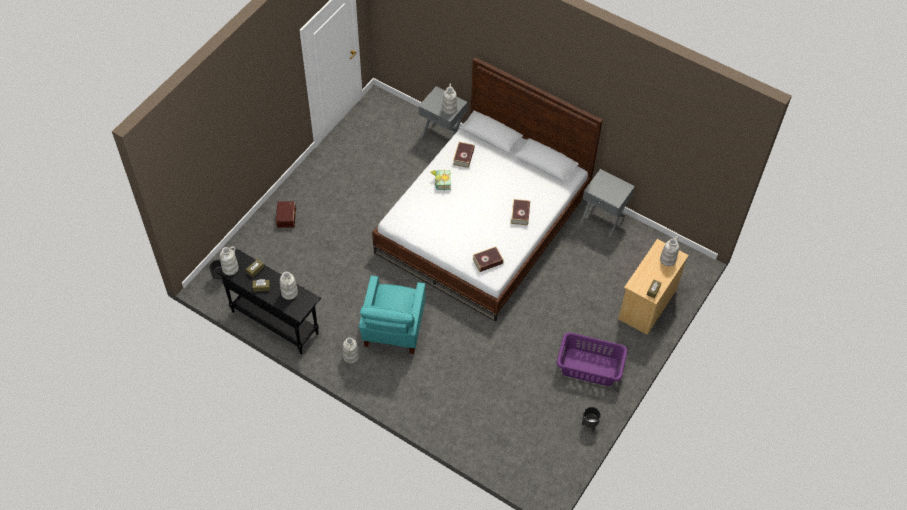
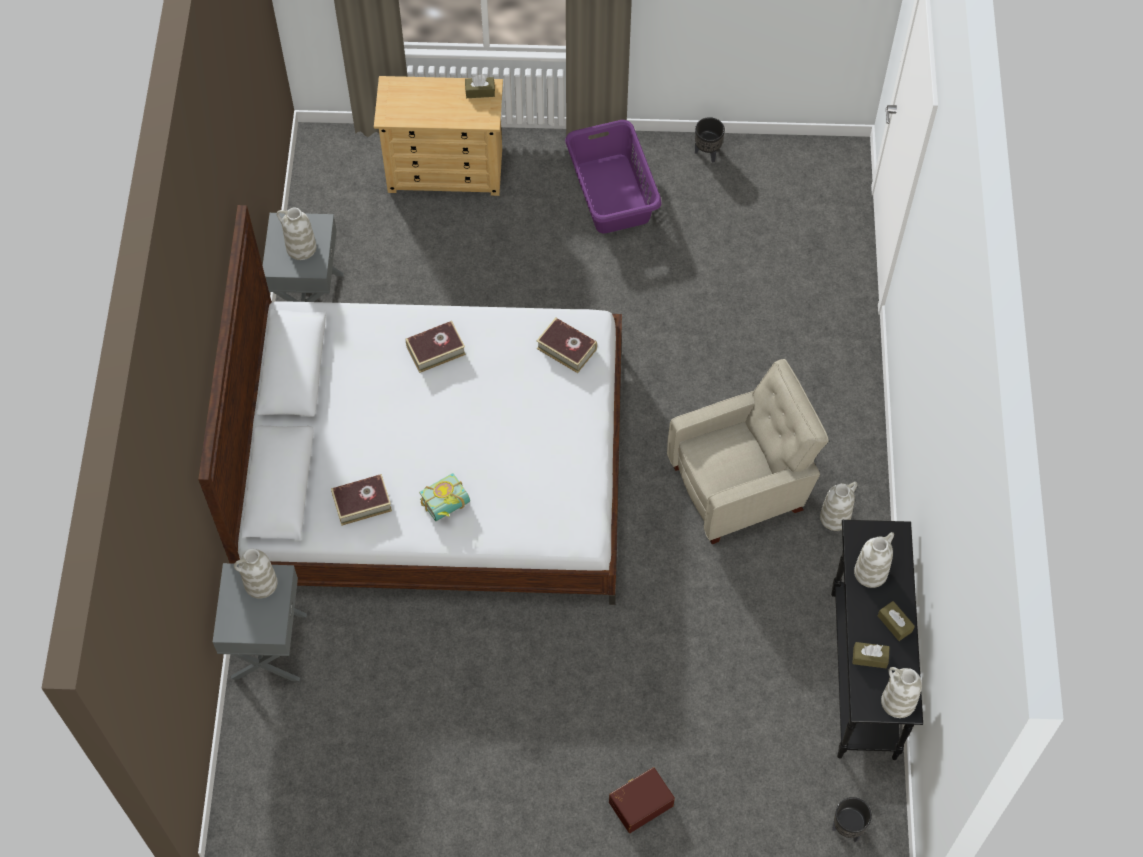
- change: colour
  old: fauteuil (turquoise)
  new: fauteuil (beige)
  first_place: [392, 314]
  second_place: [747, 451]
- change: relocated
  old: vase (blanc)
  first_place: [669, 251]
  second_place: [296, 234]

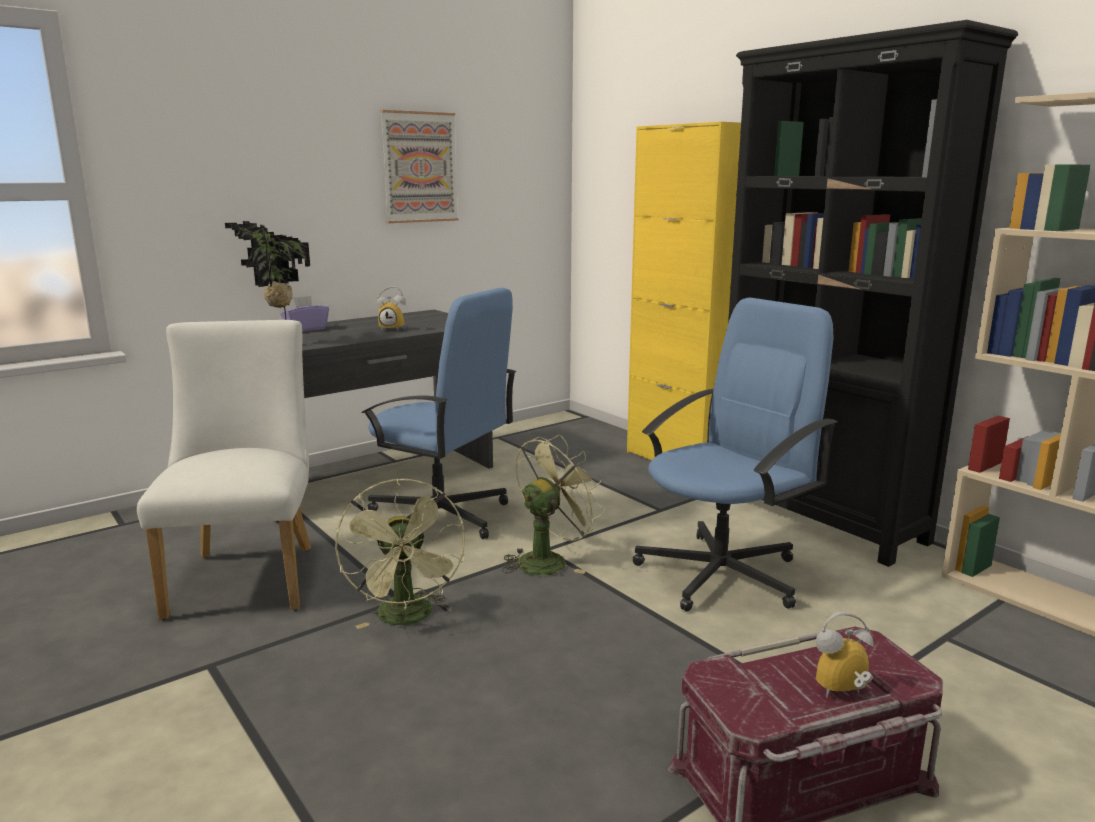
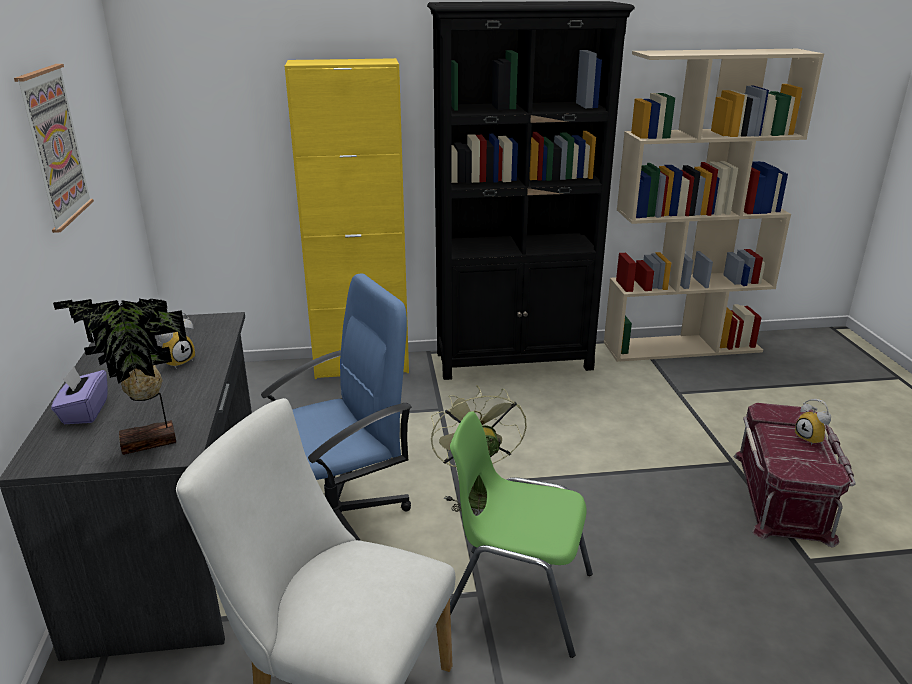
- change: exchanged
  old: ventilateur (vert)
  new: chaise (vert)
  first_place: [400, 553]
  second_place: [521, 534]
- change: missing
  old: chaise de bureau (bleu)
  first_place: [735, 455]
- change: spun
  old: réveil
  first_place: [845, 654]
  second_place: [813, 422]
  degrees: -45

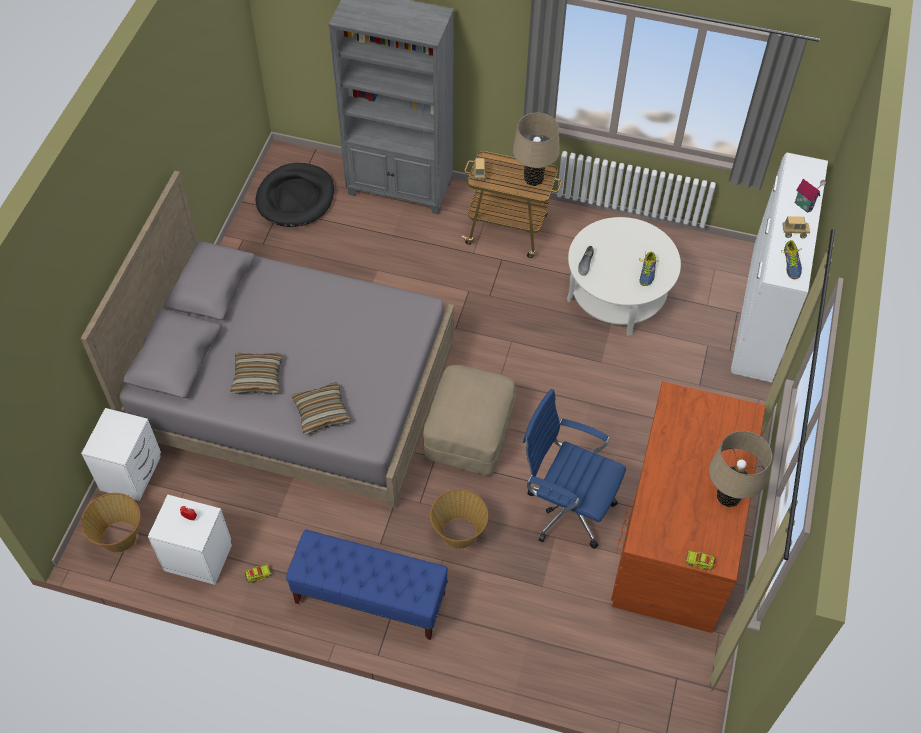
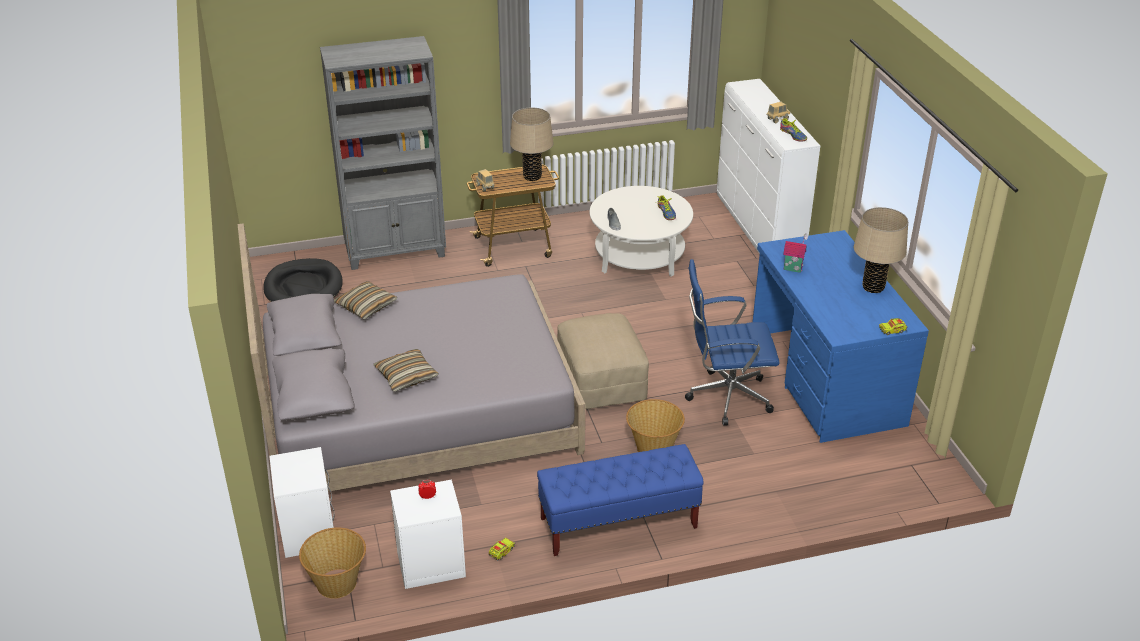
- change: relocated
  old: coussin
  first_place: [321, 409]
  second_place: [365, 300]
- change: colour
  old: bureau (marron)
  new: bureau (bleu)
  first_place: [688, 507]
  second_place: [841, 336]
- change: relocated
  old: maison miniature
  first_place: [810, 196]
  second_place: [796, 253]

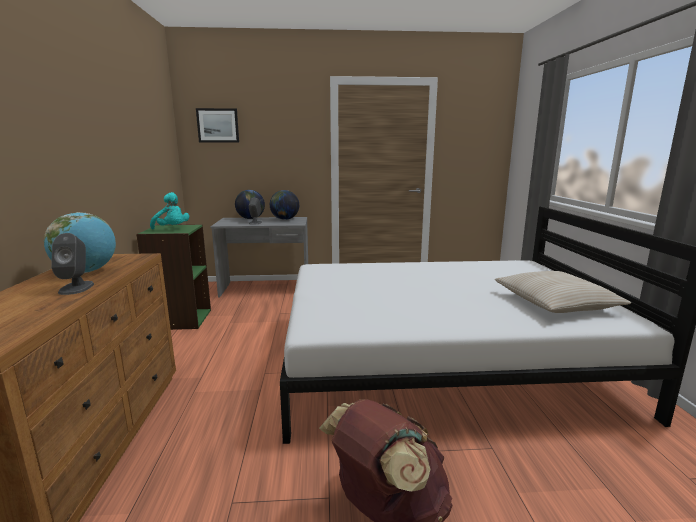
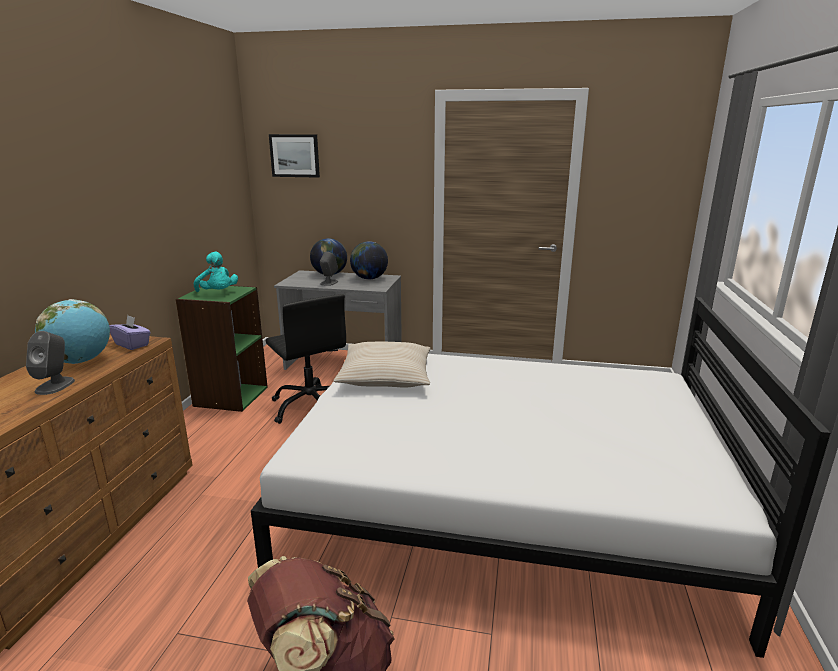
- change: relocated
  old: coussin (beige)
  first_place: [563, 292]
  second_place: [382, 364]
- change: appeared
  new: boîte à mouchoirs (violet)
  second_place: [130, 332]
- change: appeared
  new: chaise de bureau (noir)
  second_place: [306, 359]

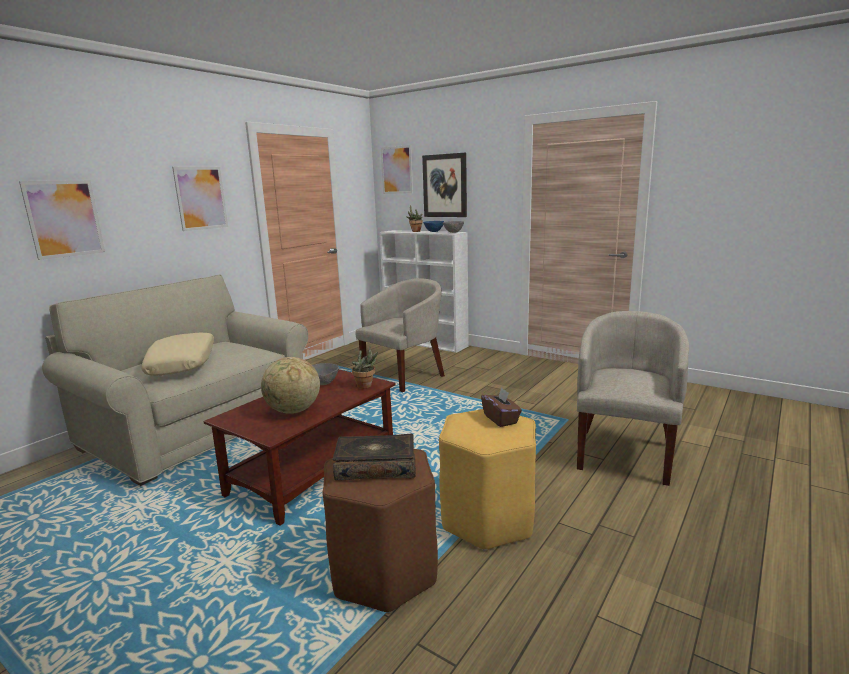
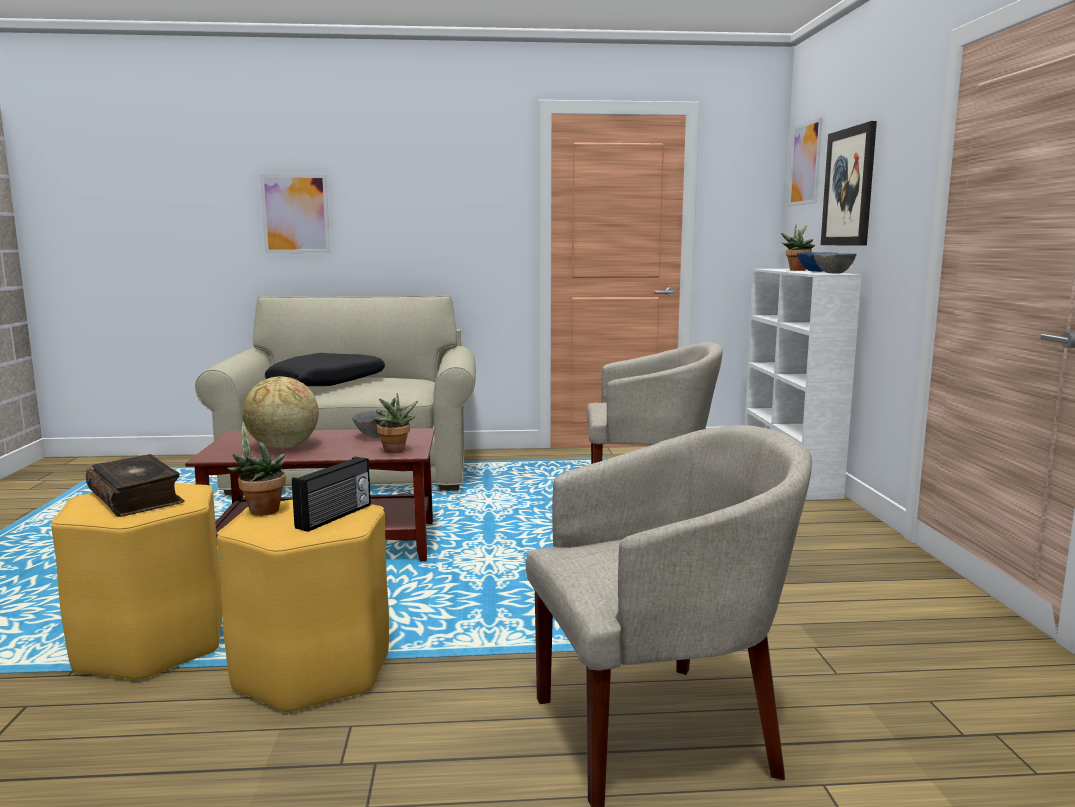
- change: colour
  old: coussin (beige)
  new: coussin (noir)
  first_place: [178, 354]
  second_place: [325, 369]
- change: missing
  old: tableau
  first_place: [200, 199]
- change: colour
  old: tabouret (marron)
  new: tabouret (jaune)
  first_place: [380, 531]
  second_place: [136, 582]
- change: exchanged
  old: boîte à mouchoirs (marron)
  new: radio
  first_place: [501, 407]
  second_place: [331, 494]
- change: appeared
  new: plante en pot
  second_place: [256, 469]

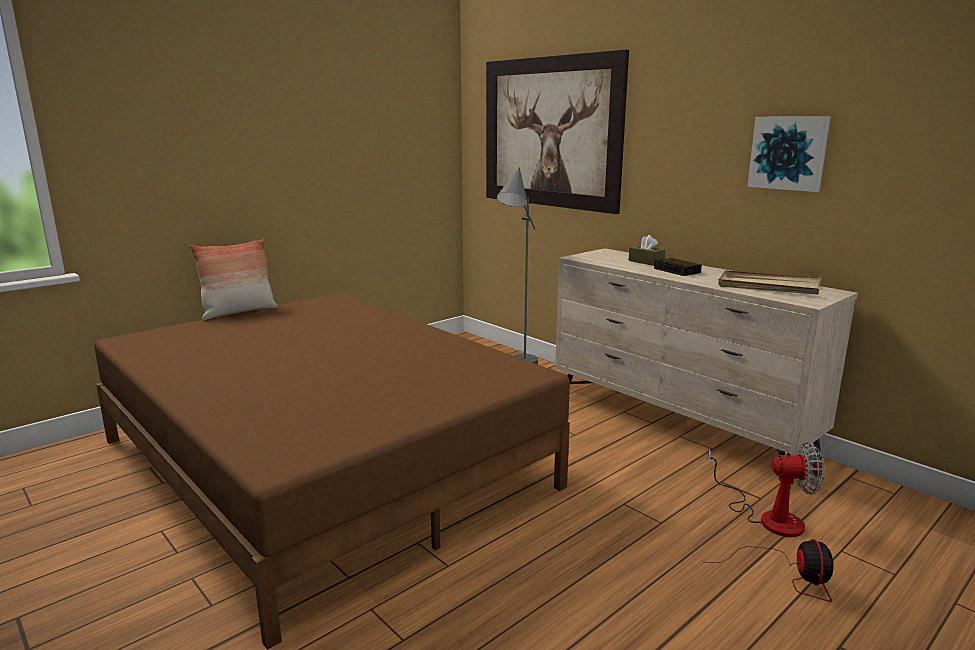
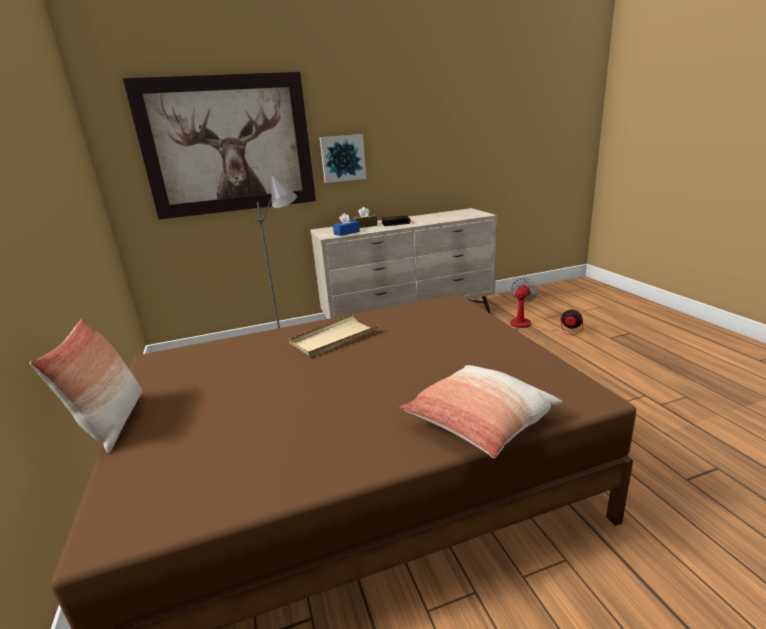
- change: relocated
  old: plateau (beige)
  first_place: [769, 282]
  second_place: [334, 335]
- change: relocated
  old: tableau
  first_place: [789, 154]
  second_place: [342, 158]
- change: appeared
  new: boîte à mouchoirs (bleu)
  second_place: [346, 224]
- change: appeared
  new: coussin
  second_place: [481, 411]

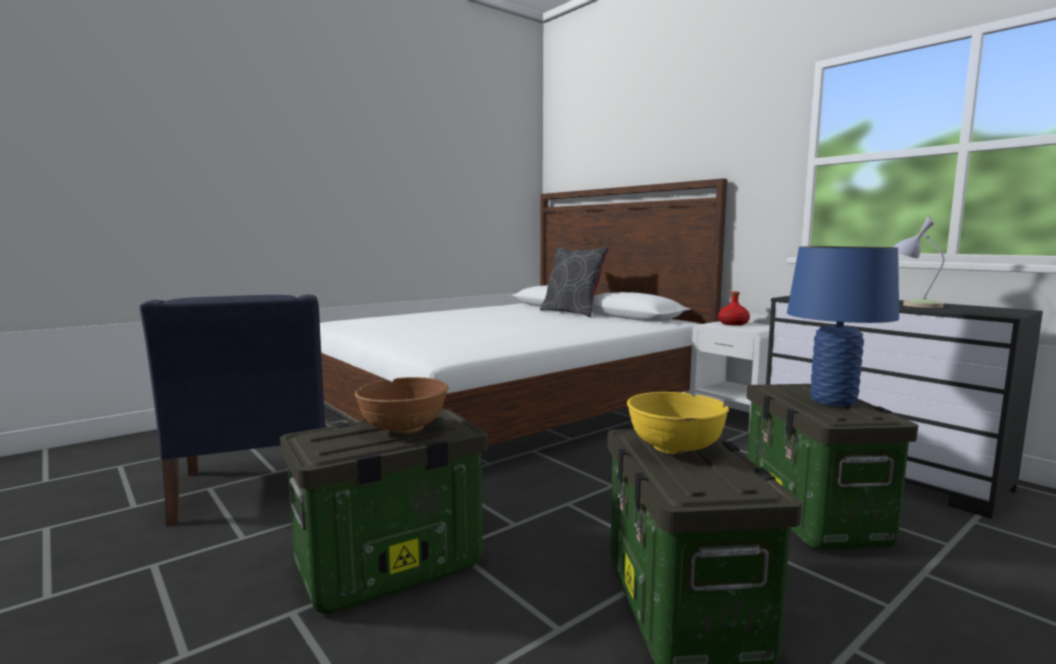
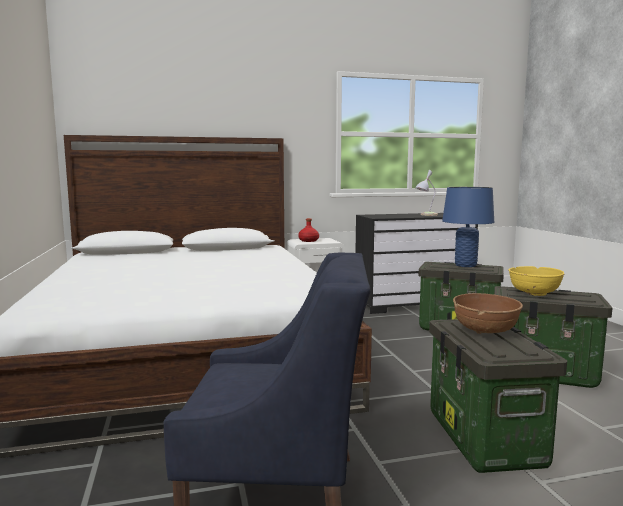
- change: missing
  old: coussin (gris)
  first_place: [574, 281]

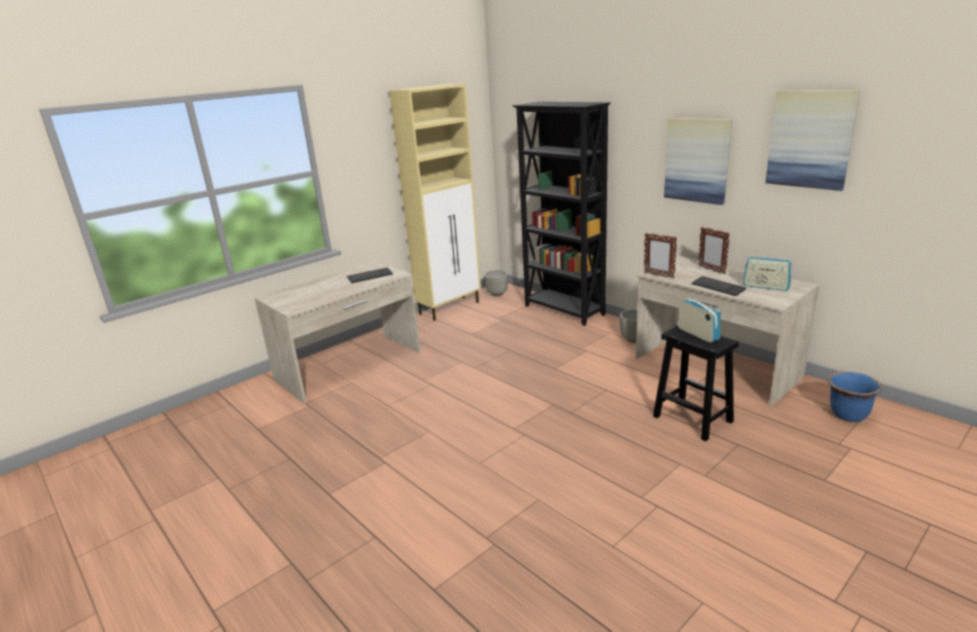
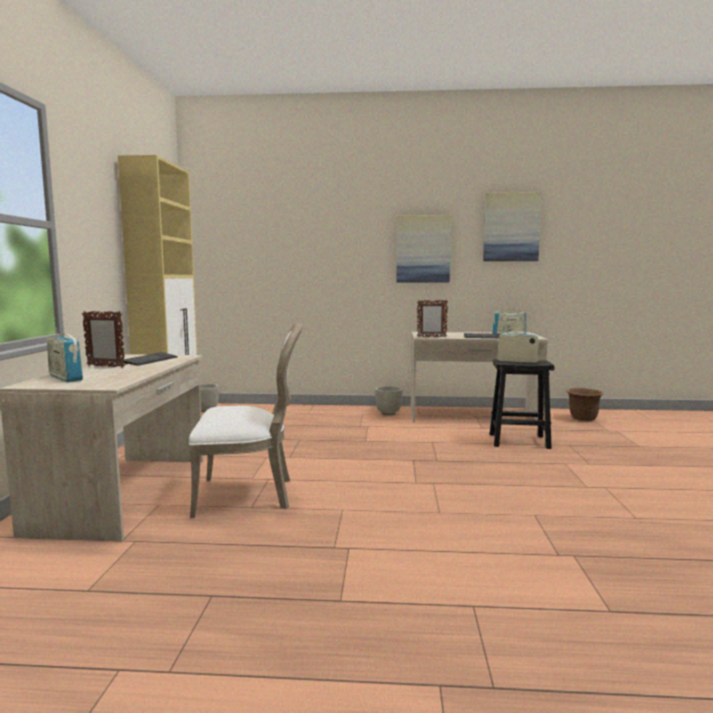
- change: missing
  old: bibliothèque (noir)
  first_place: [562, 214]
- change: relocated
  old: cadre photo
  first_place: [714, 250]
  second_place: [103, 339]
- change: colour
  old: cache-pot (bleu)
  new: cache-pot (marron)
  first_place: [855, 397]
  second_place: [585, 404]
- change: appeared
  new: radio
  second_place: [65, 355]
- change: appeared
  new: chaise (blanc)
  second_place: [246, 420]

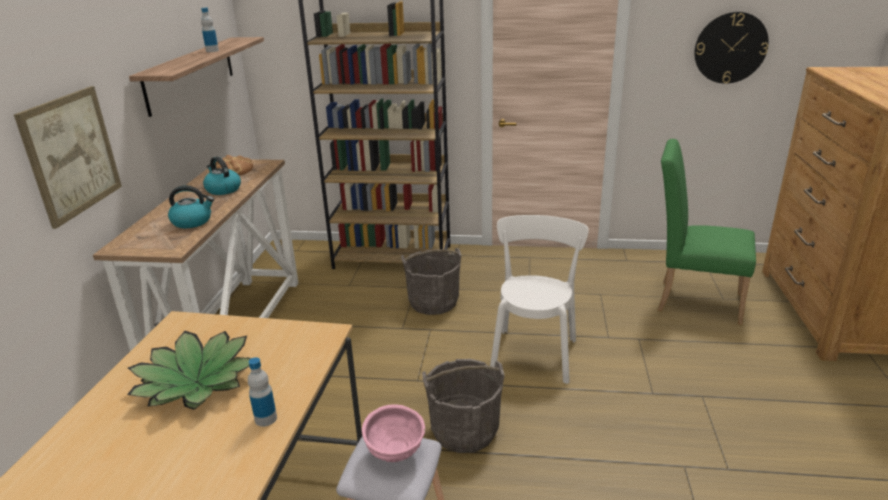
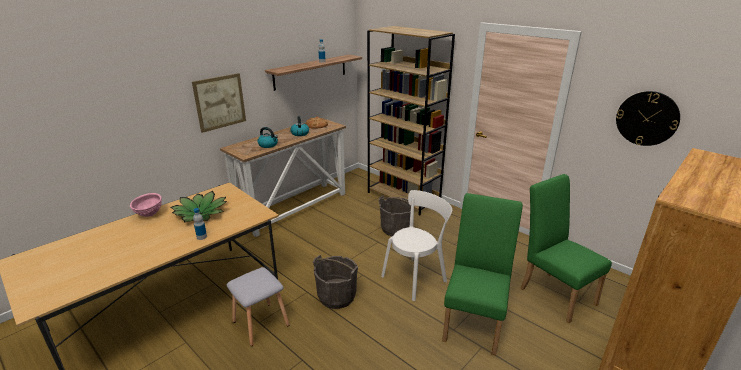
- change: relocated
  old: bol (rose)
  first_place: [393, 433]
  second_place: [146, 205]
- change: appeared
  new: chaise (vert)
  second_place: [482, 274]

